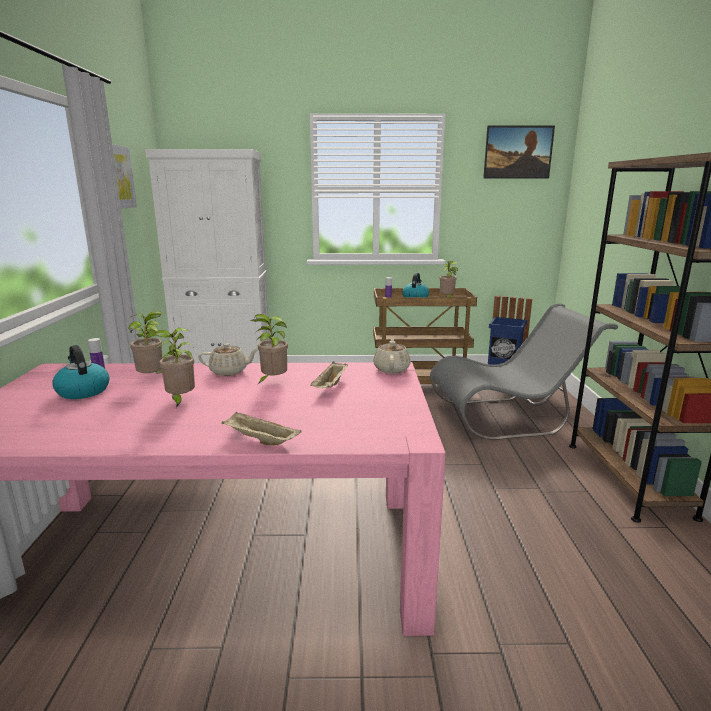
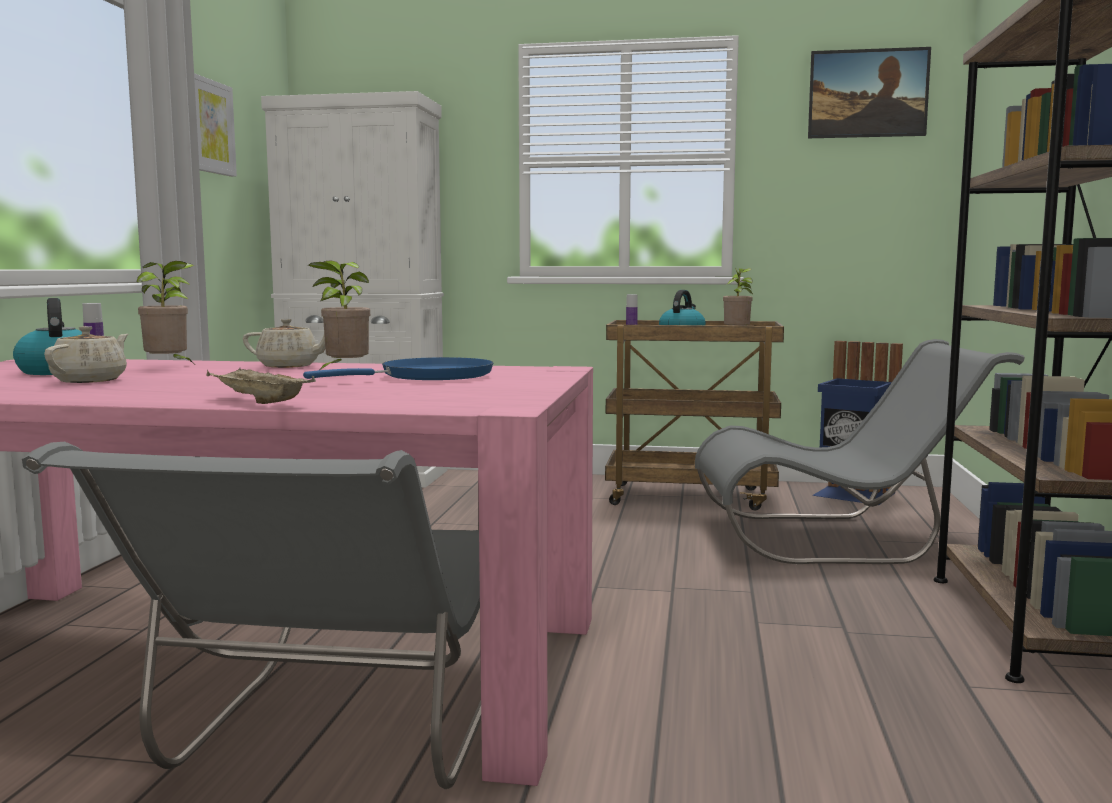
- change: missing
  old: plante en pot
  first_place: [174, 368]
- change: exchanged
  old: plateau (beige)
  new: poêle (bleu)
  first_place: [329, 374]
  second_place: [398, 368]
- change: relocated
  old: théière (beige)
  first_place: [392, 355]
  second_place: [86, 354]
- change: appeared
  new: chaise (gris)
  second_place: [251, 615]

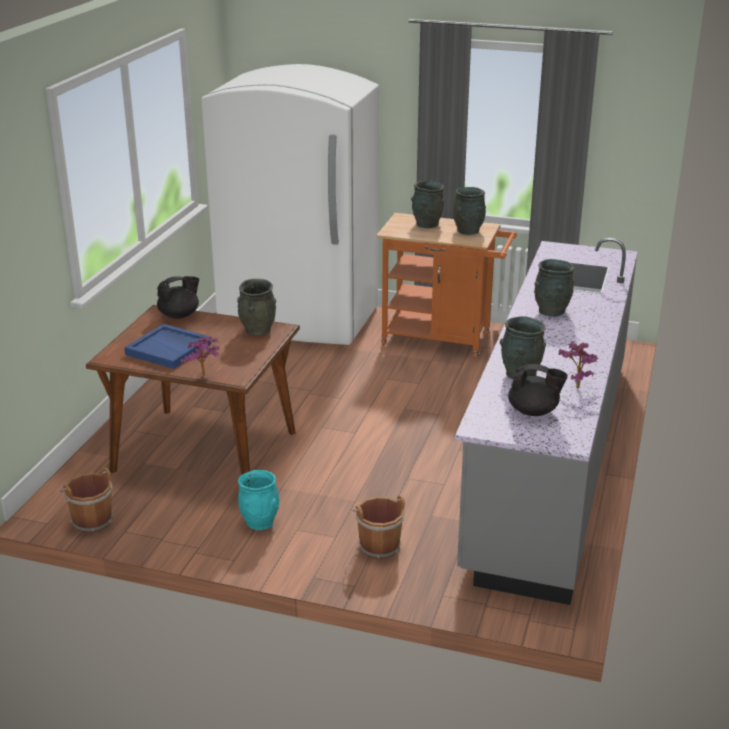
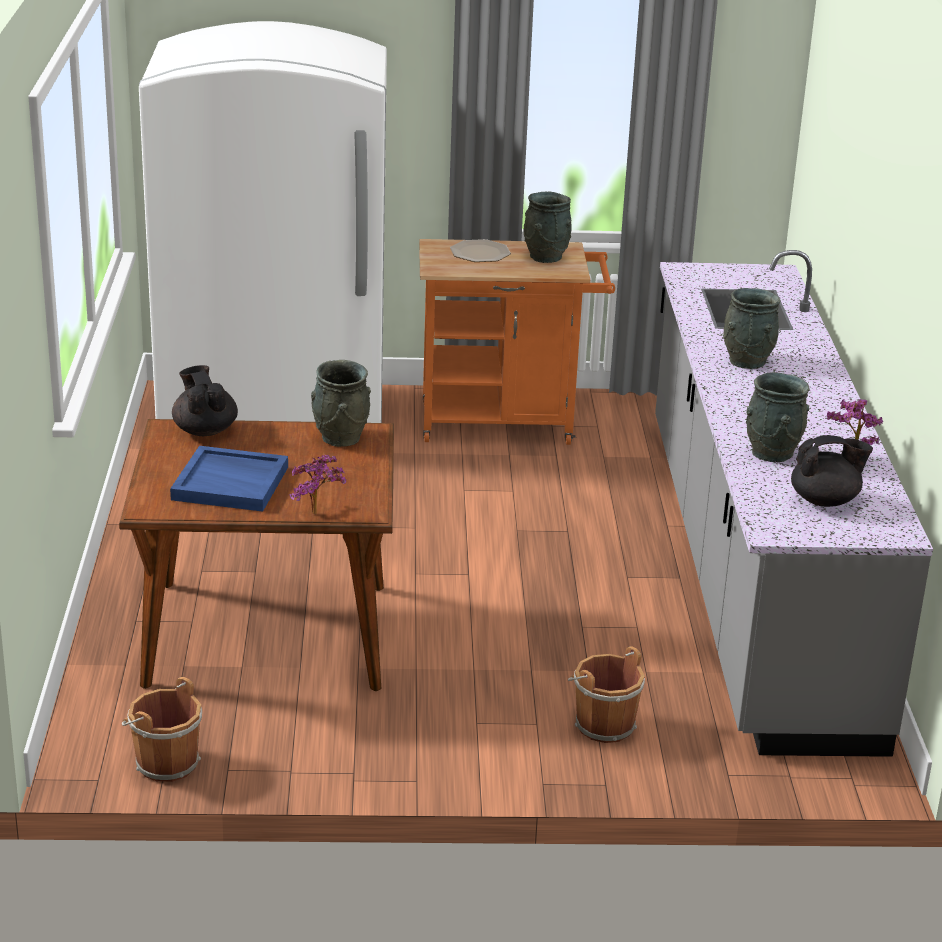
- change: spun
  old: théière (noir)
  first_place: [178, 297]
  second_place: [205, 400]
  degrees: -60
- change: missing
  old: vase (turquoise)
  first_place: [258, 500]
- change: exchanged
  old: vase (gris)
  new: assiette
  first_place: [427, 204]
  second_place: [480, 250]

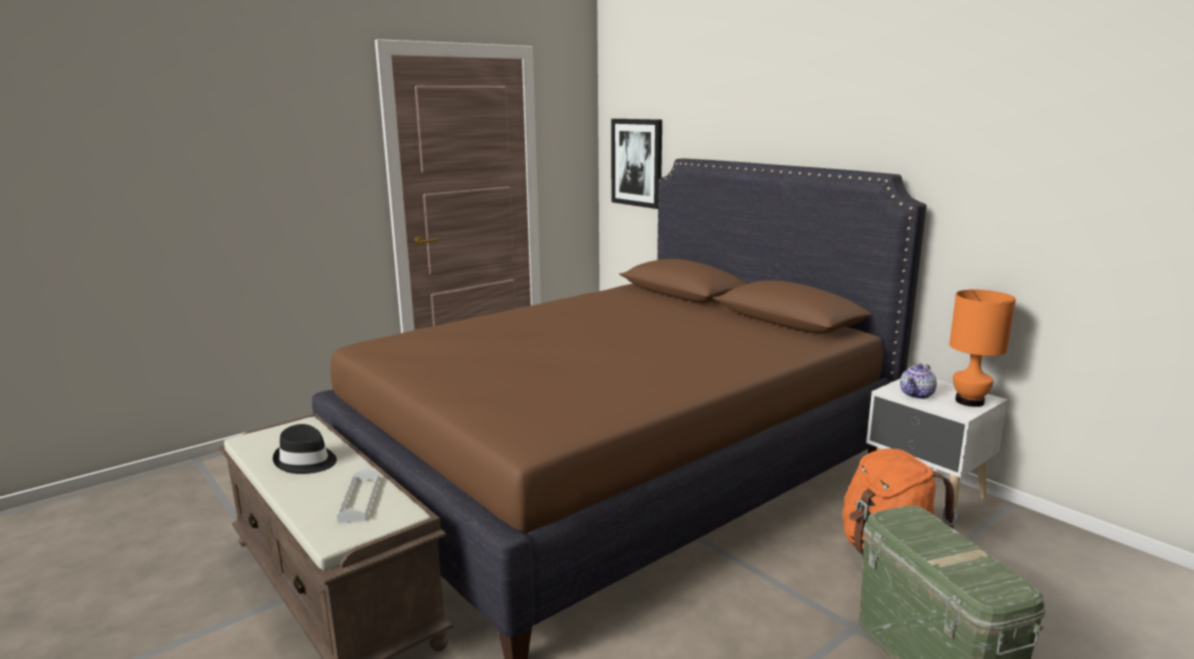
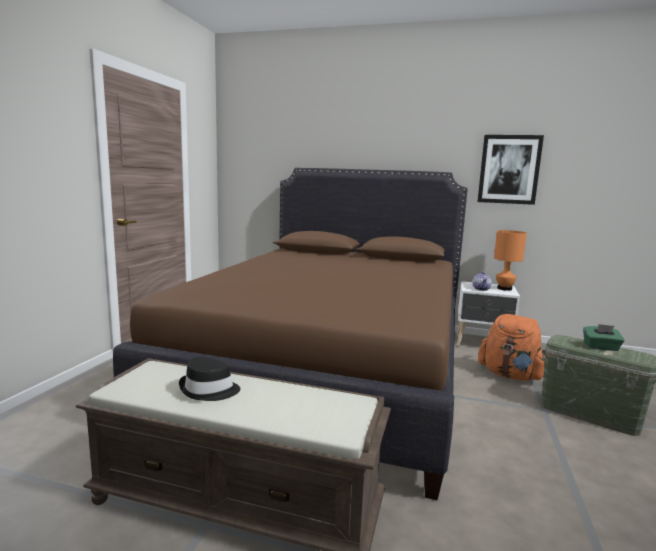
- change: missing
  old: plateau (blanc)
  first_place: [358, 495]
- change: relocated
  old: tableau
  first_place: [636, 164]
  second_place: [510, 170]
- change: appeared
  new: boîte à mouchoirs (vert)
  second_place: [604, 337]

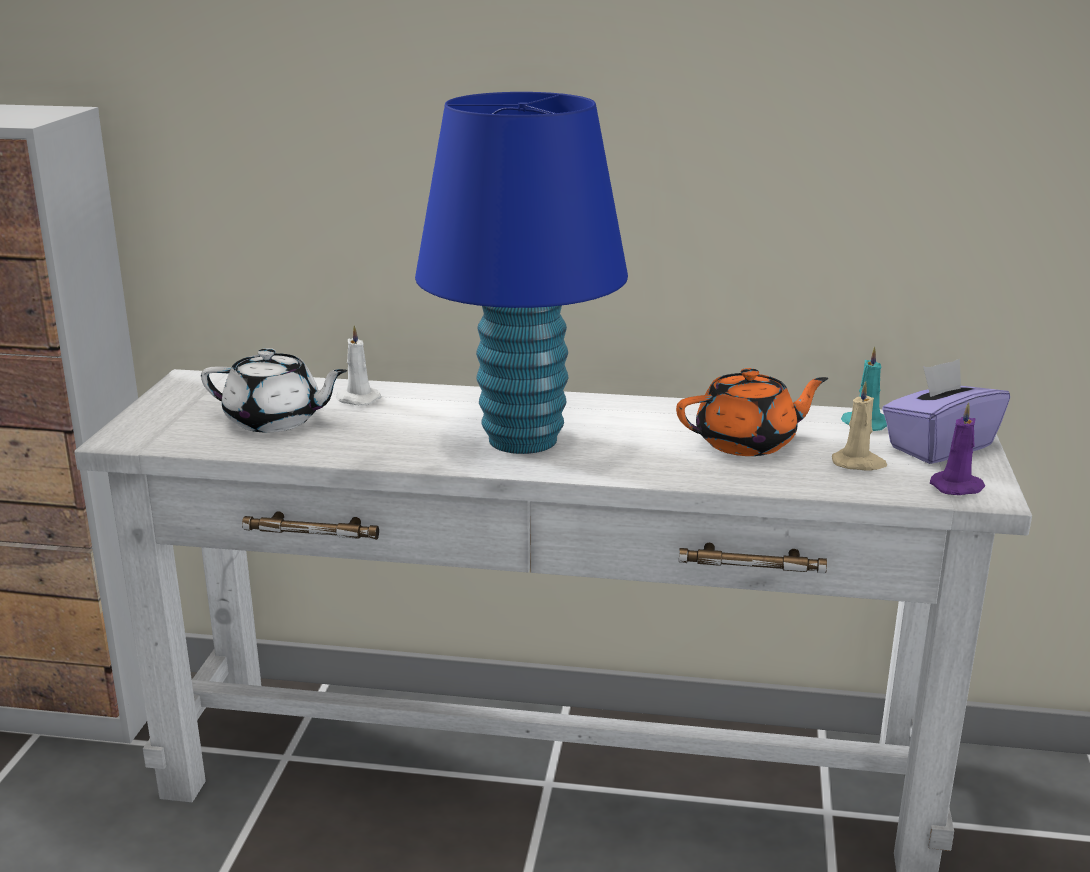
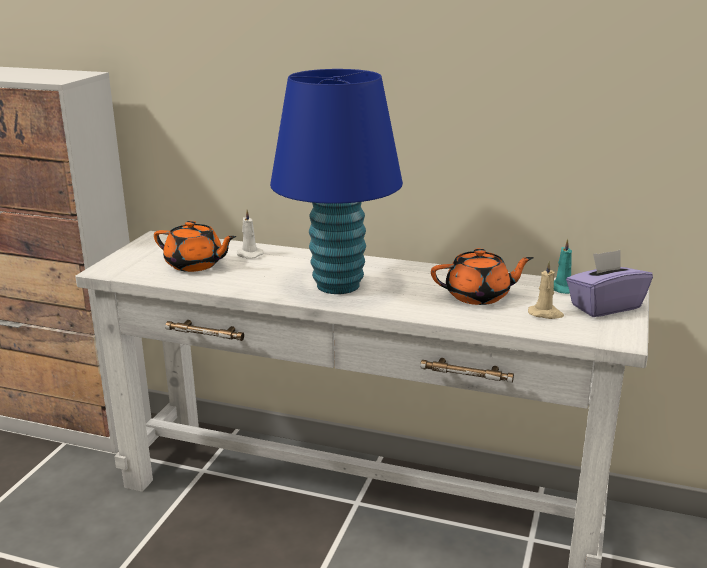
- change: colour
  old: théière (blanc)
  new: théière (orange)
  first_place: [274, 390]
  second_place: [195, 246]
- change: missing
  old: bougie (violet)
  first_place: [957, 448]

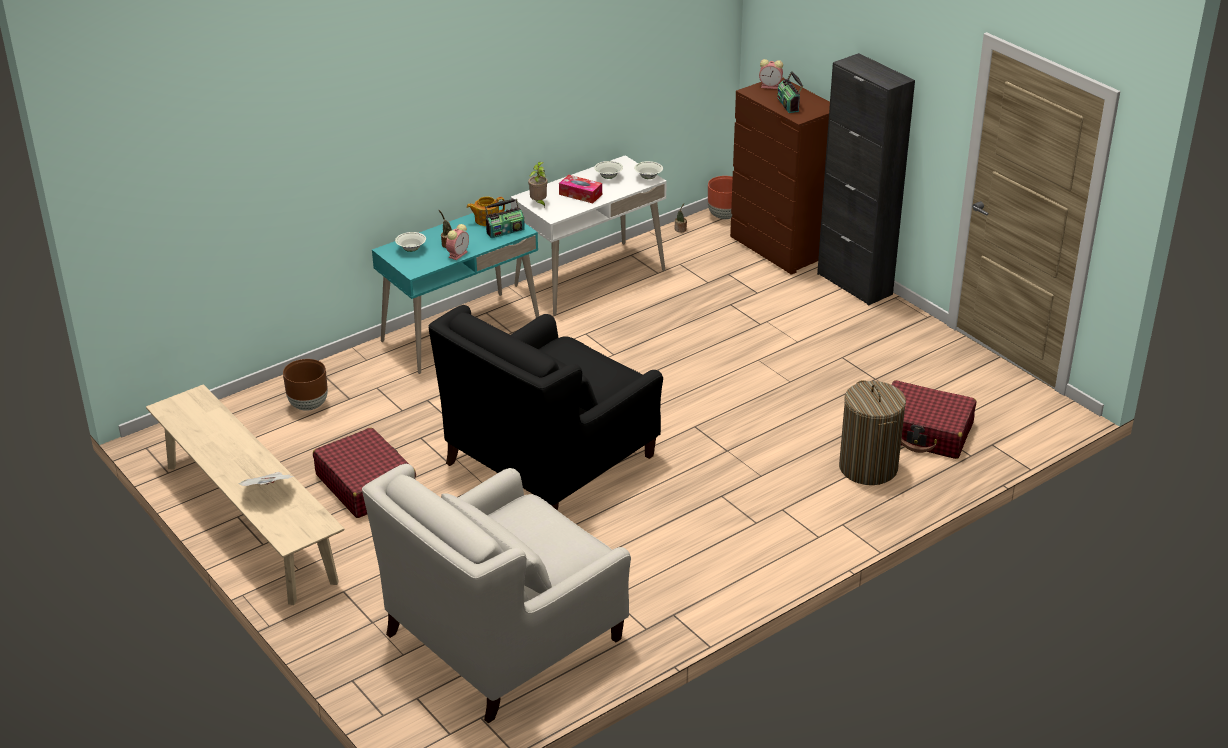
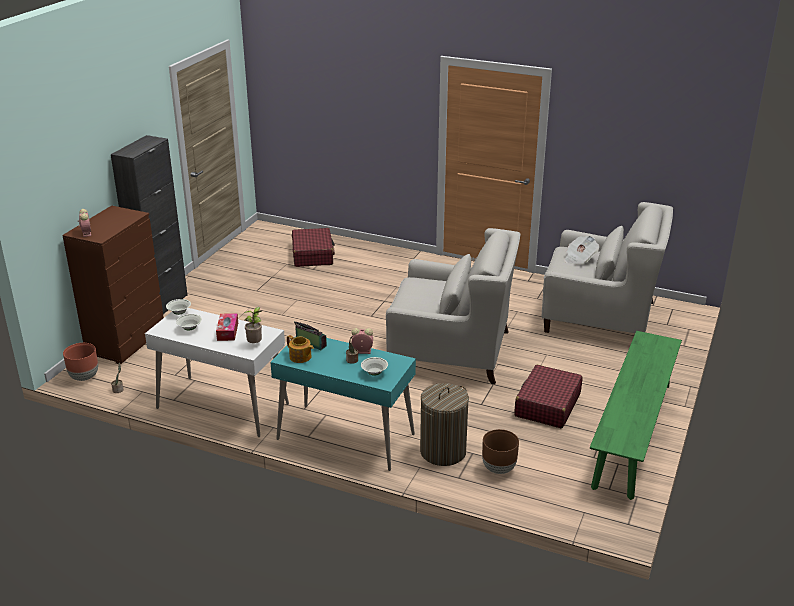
- change: colour
  old: banc (beige)
  new: banc (vert)
  first_place: [245, 494]
  second_place: [636, 415]
- change: relocated
  old: journal
  first_place: [266, 479]
  second_place: [581, 250]
- change: colour
  old: fauteuil (noir)
  new: fauteuil (blanc)
  first_place: [545, 408]
  second_place: [453, 306]
- change: missing
  old: radio
  first_place: [790, 92]
- change: relocated
  old: panier à linge
  first_place: [872, 432]
  second_place: [444, 424]

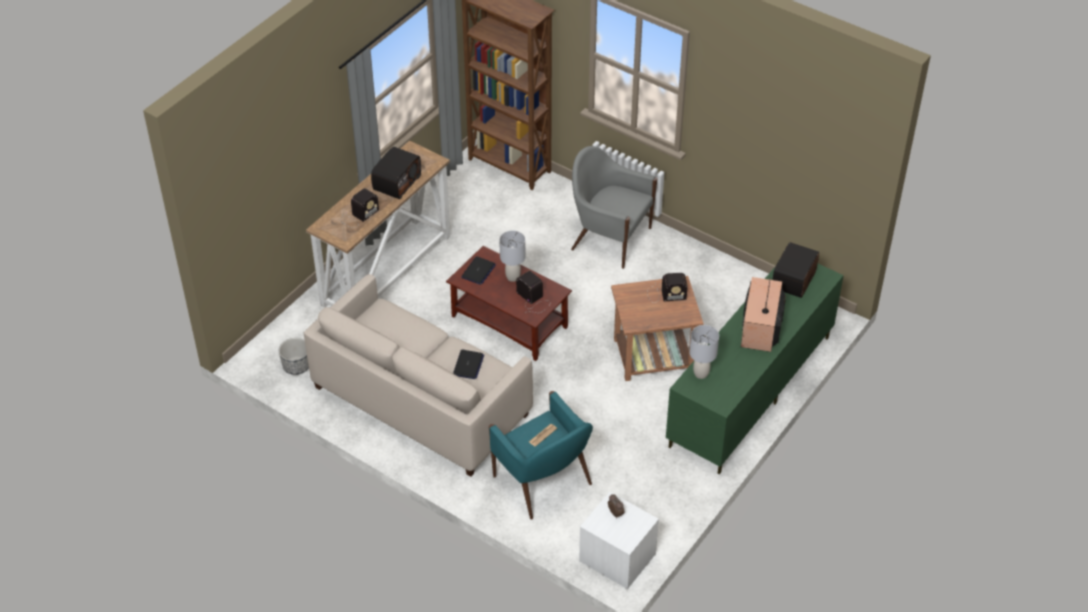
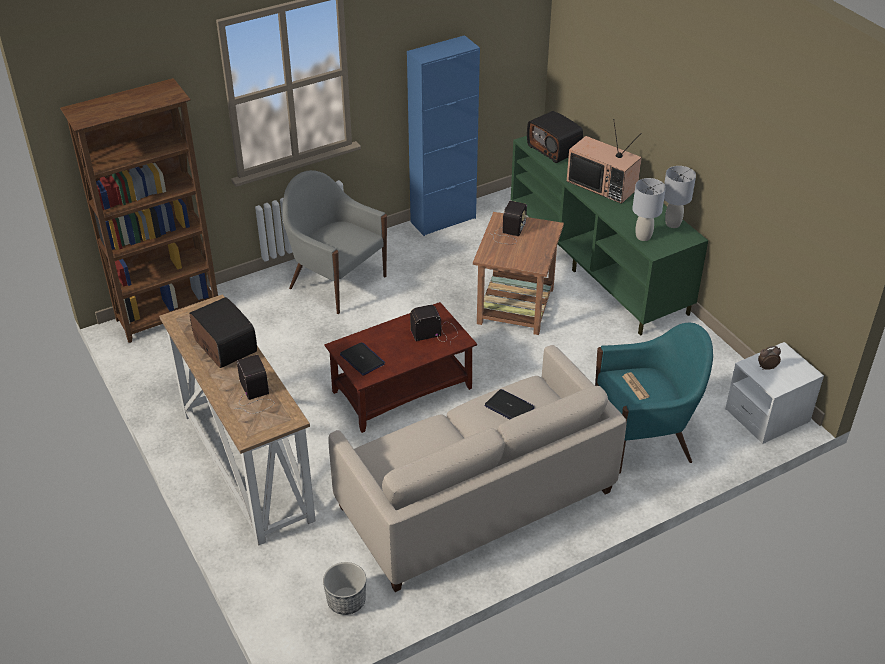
- change: relocated
  old: lampe de table (gris)
  first_place: [512, 256]
  second_place: [680, 197]
- change: spun
  old: fauteuil (gris)
  first_place: [614, 207]
  second_place: [334, 242]
  degrees: 75
- change: appeared
  new: meuble de rangement (bleu)
  second_place: [443, 135]

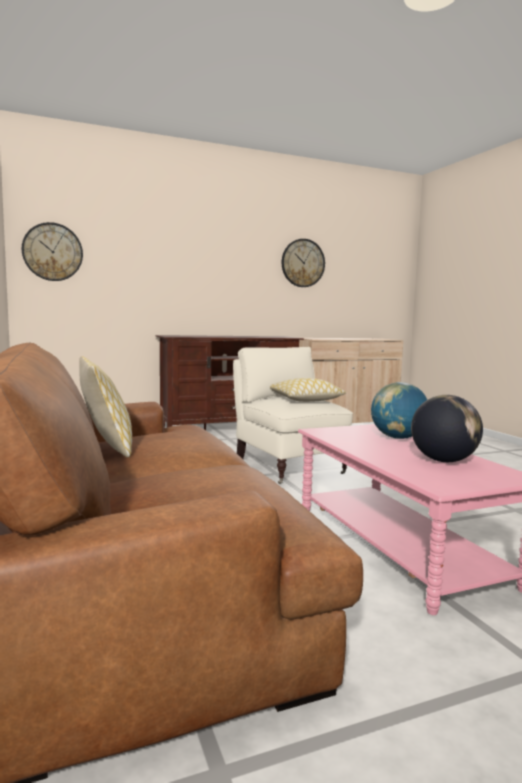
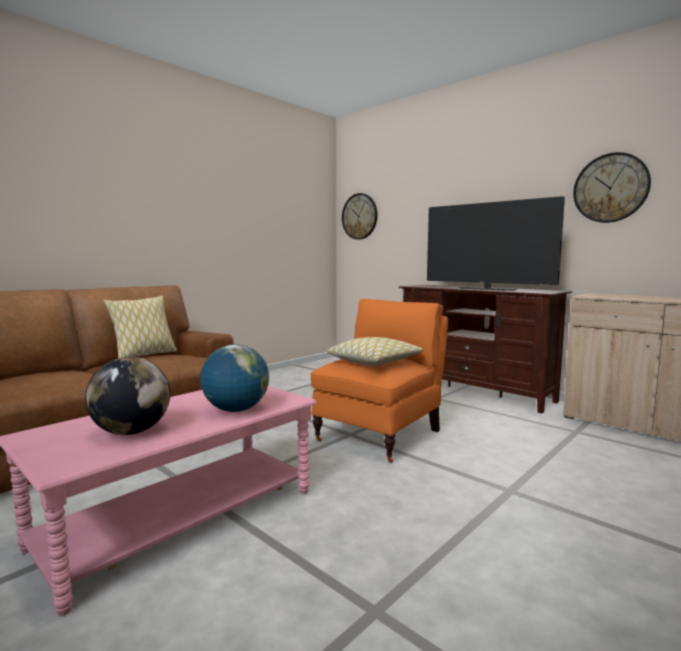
- change: colour
  old: fauteuil (beige)
  new: fauteuil (orange)
  first_place: [293, 415]
  second_place: [379, 381]
- change: appeared
  new: téléviseur
  second_place: [496, 243]

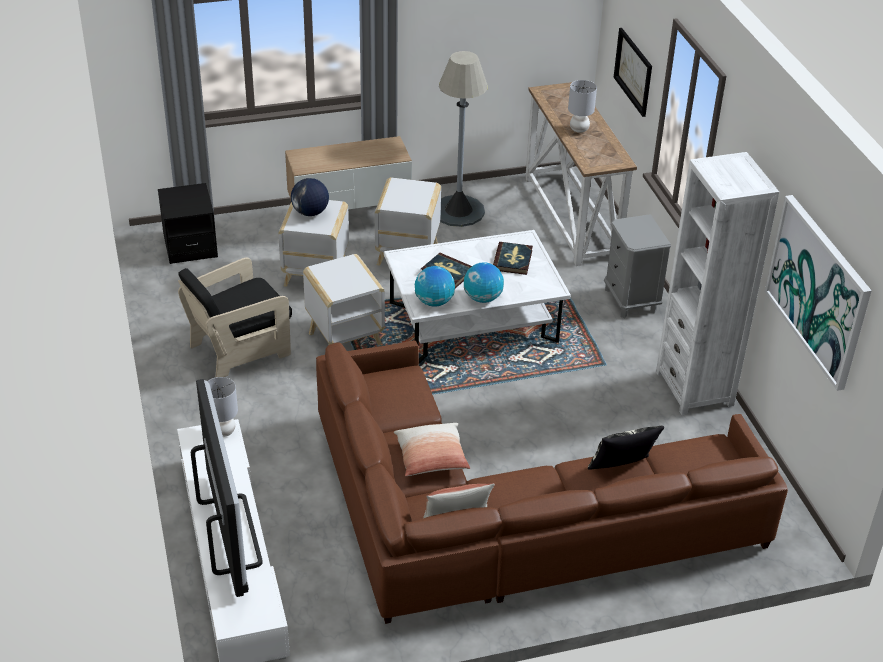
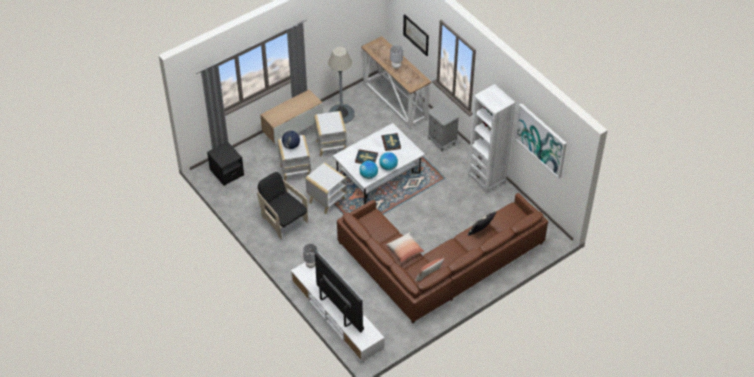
- change: spun
  old: fauteuil (noir)
  first_place: [235, 317]
  second_place: [282, 205]
  degrees: 105

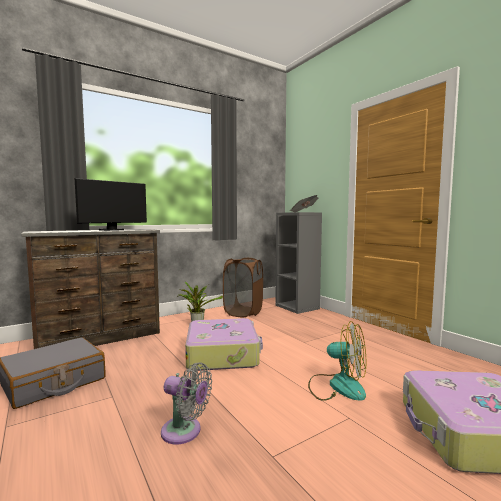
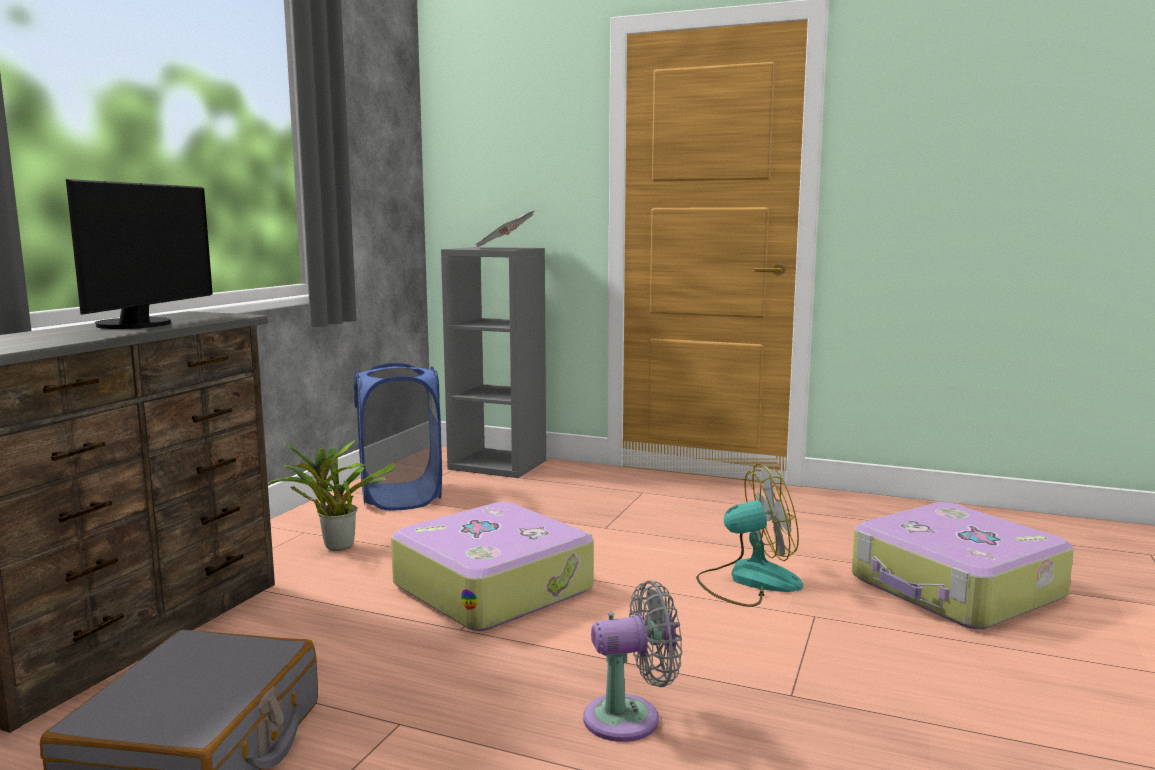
- change: colour
  old: panier à linge (marron)
  new: panier à linge (bleu)
  first_place: [243, 287]
  second_place: [398, 436]

